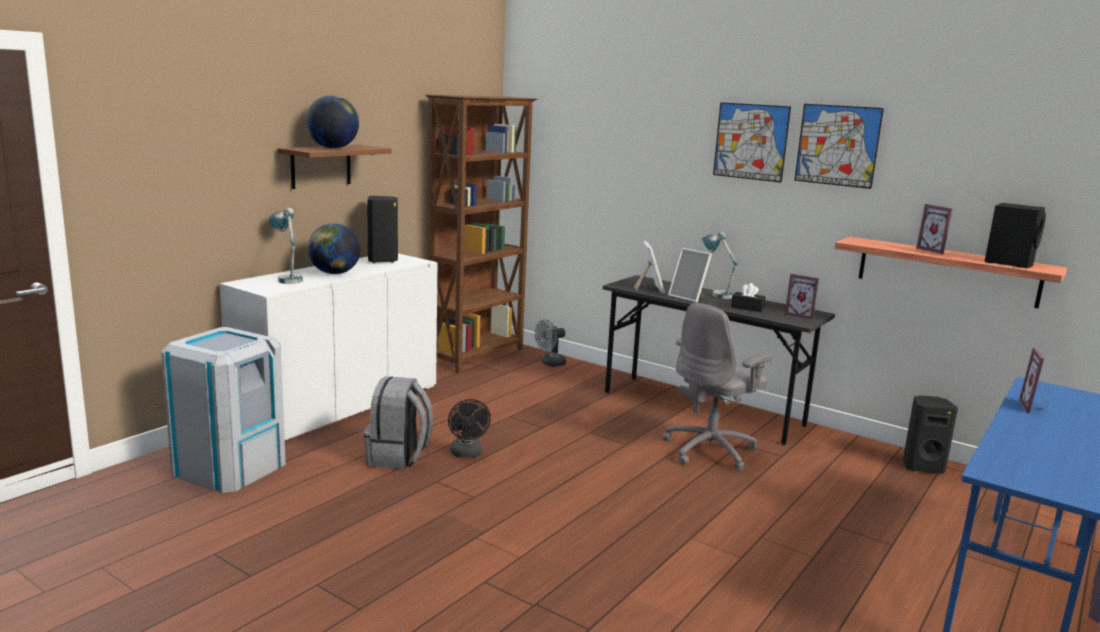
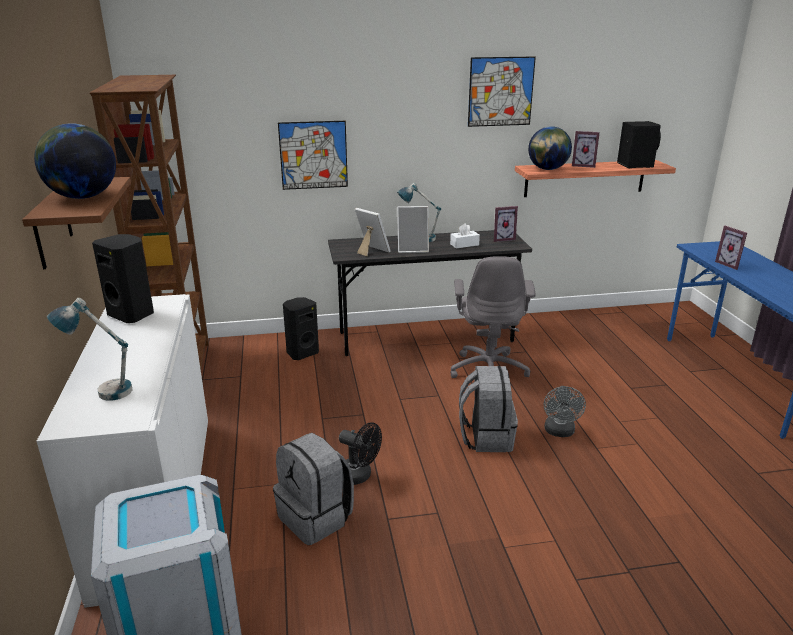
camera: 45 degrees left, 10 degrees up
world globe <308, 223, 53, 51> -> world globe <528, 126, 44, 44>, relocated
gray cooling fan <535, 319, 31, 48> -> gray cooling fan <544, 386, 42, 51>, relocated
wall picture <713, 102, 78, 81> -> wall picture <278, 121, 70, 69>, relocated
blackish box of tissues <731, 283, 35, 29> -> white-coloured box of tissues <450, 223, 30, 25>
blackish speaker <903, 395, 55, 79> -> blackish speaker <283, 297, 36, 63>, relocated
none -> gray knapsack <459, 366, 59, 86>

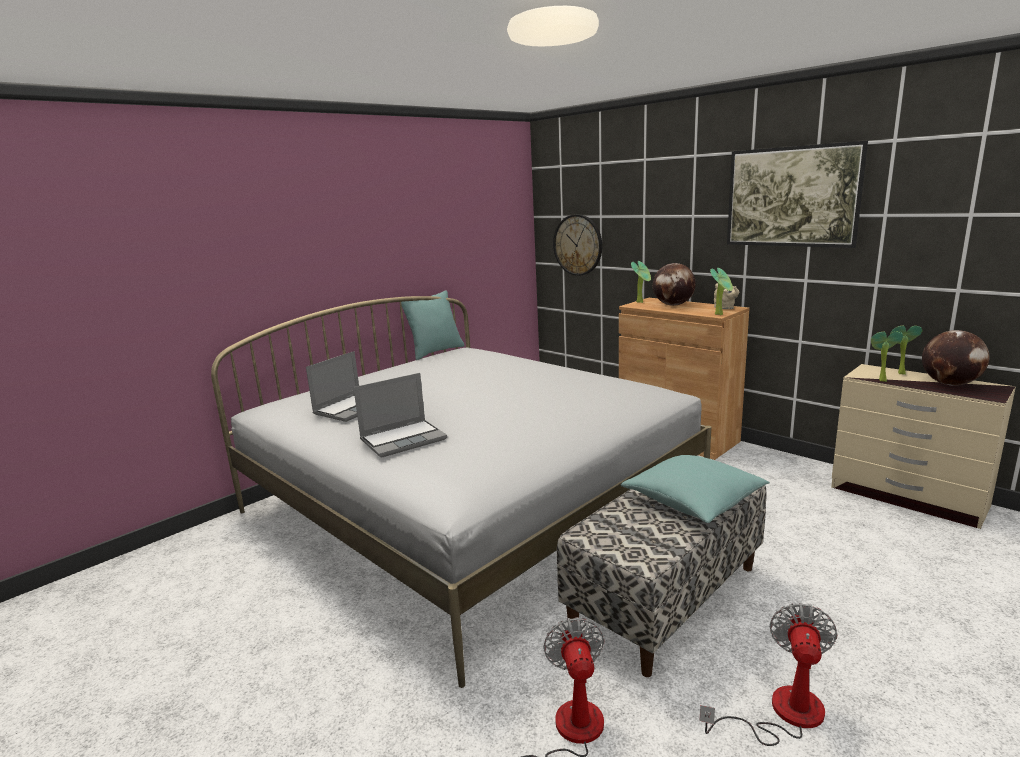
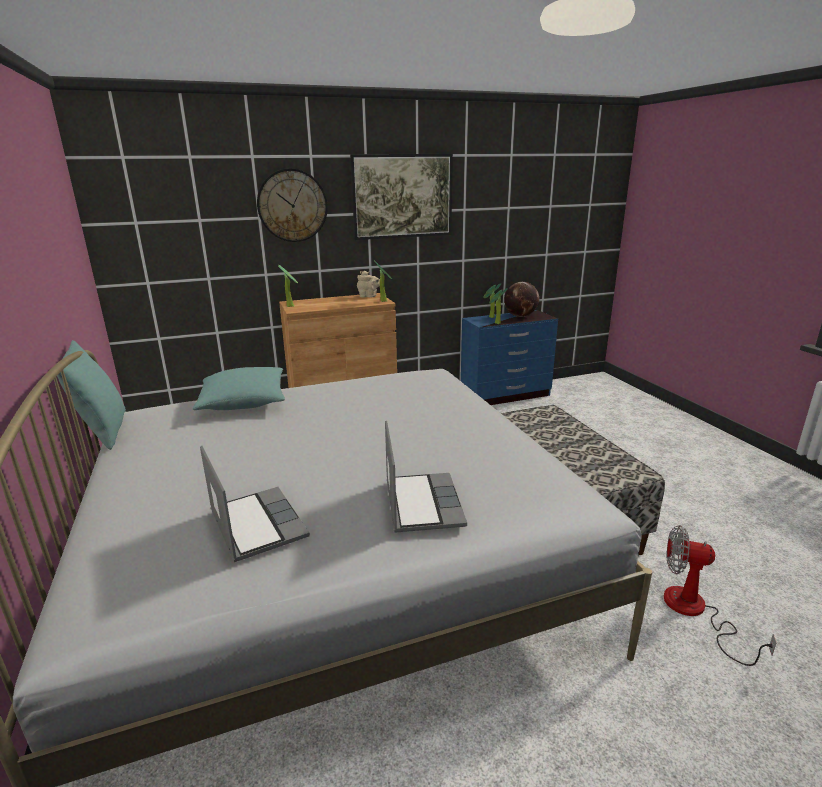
camera: 65 degrees left, 5 degrees up
clock on the wall <553, 214, 49, 62> -> clock on the wall <257, 168, 71, 74>, relocated
turquoise pillow <621, 455, 149, 68> -> turquoise pillow <193, 367, 92, 43>, relocated
world globe <653, 263, 43, 43> -> none
cooling fan <700, 603, 138, 143> -> none
beige drawer chest <831, 364, 185, 165> -> bluish drawer chest <461, 310, 97, 95>

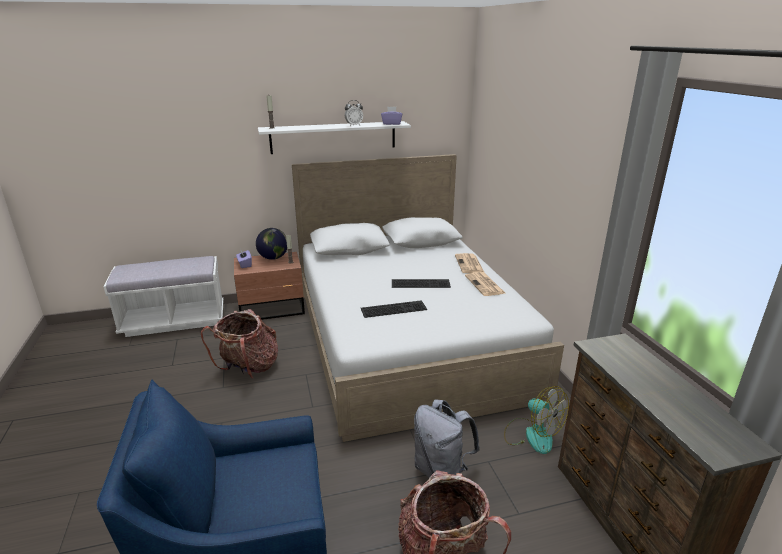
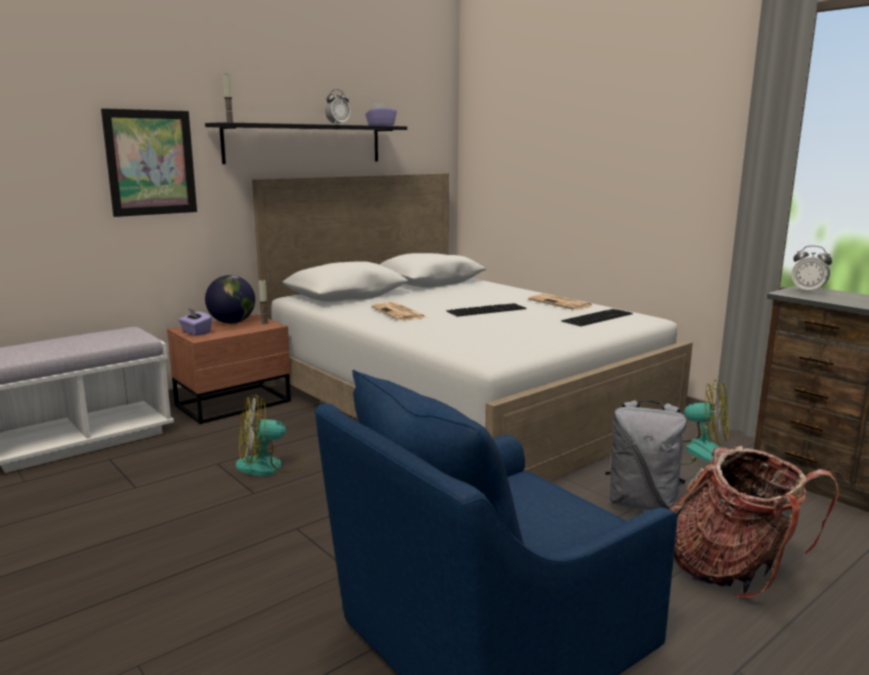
camera: 25 degrees left, 10 degrees down
knapsack <201, 309, 77, 70> -> cooling fan <236, 394, 70, 82>
white-coloured wall shelf <258, 121, 153, 33> -> blackish wall shelf <205, 122, 202, 42>
computer keyboard <361, 300, 66, 18> -> computer keyboard <561, 309, 72, 17>, relocated
printed paper <455, 253, 30, 20> -> printed paper <371, 302, 56, 19>, relocated
none -> wall picture <101, 108, 96, 109>
none -> bedside clock <791, 246, 41, 48>

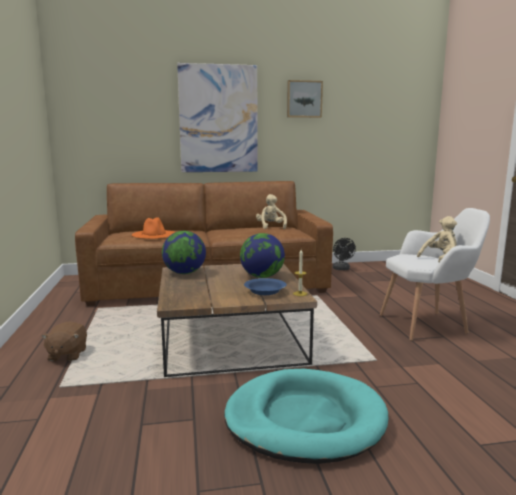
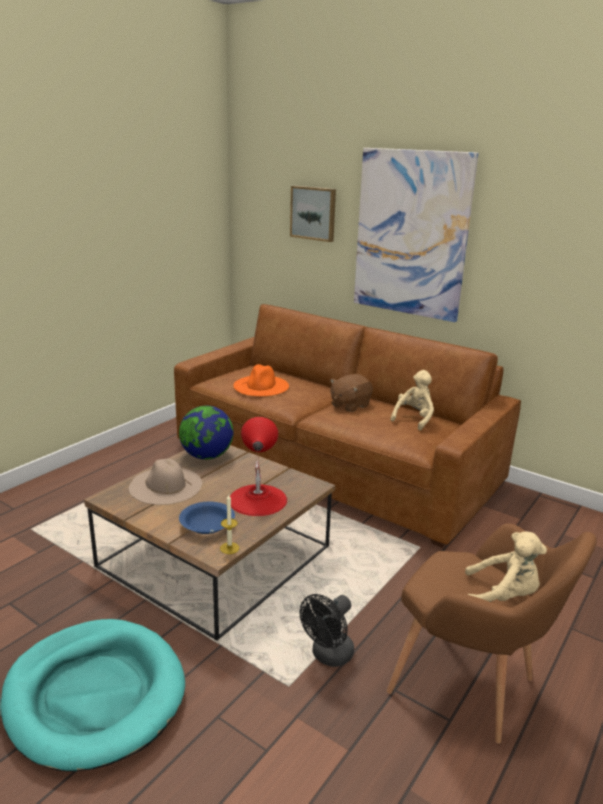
camera: 45 degrees right, 10 degrees up
brownish soft toy <41, 321, 46, 40> -> brownish soft toy <330, 374, 43, 38>, relocated
world globe <240, 233, 45, 45> -> red-coloured table lamp <230, 417, 57, 99>
wall picture <287, 80, 36, 38> -> wall picture <290, 186, 46, 56>, relocated
blackish cooling fan <333, 238, 23, 32> -> blackish cooling fan <300, 594, 54, 73>, relocated
white-coloured lounge chair <380, 208, 110, 133> -> brownish lounge chair <387, 524, 210, 219>
none -> beige wearable hat <129, 459, 73, 46>

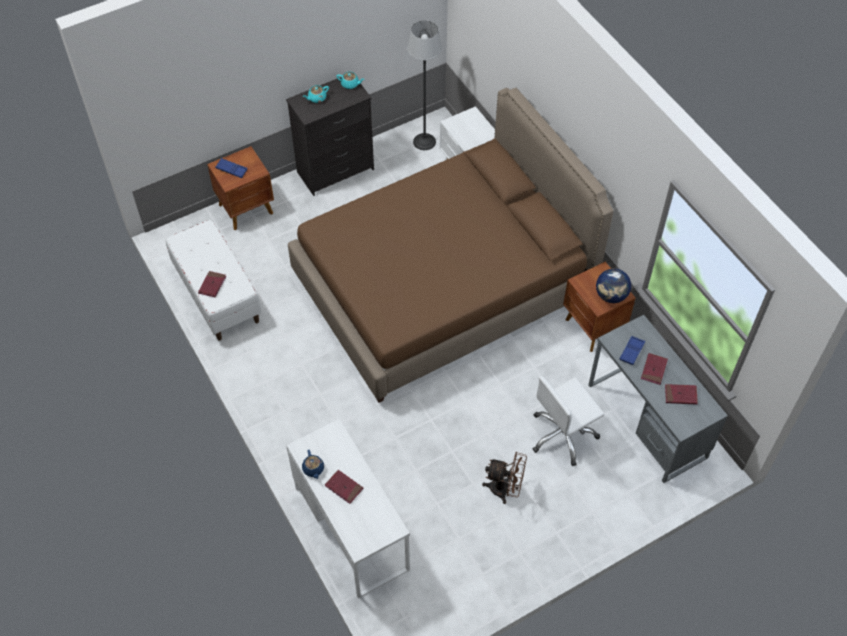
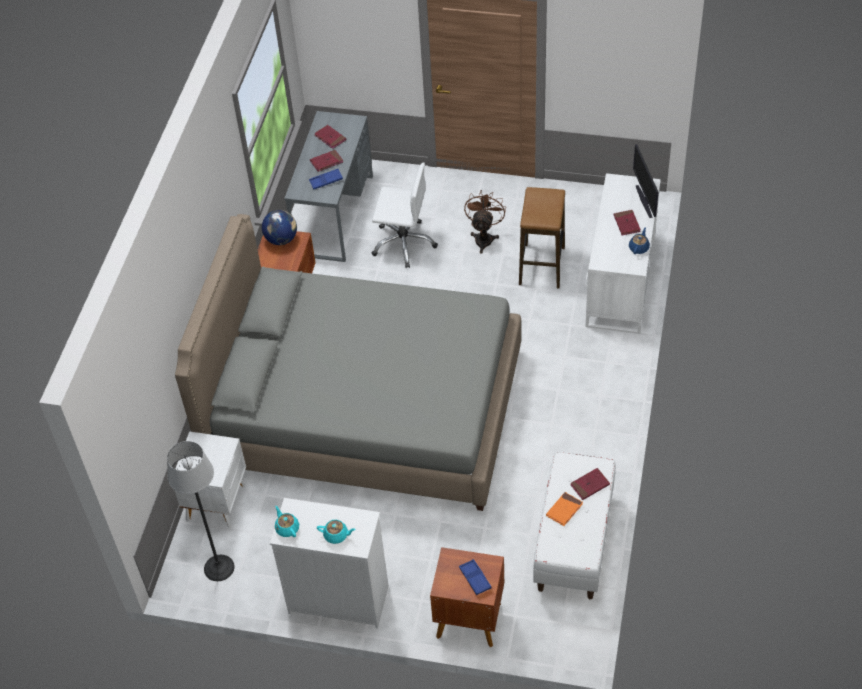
camera: 135 degrees left, 5 degrees down
blackish drawer chest <286, 77, 88, 119> -> white-coloured drawer chest <270, 498, 118, 131>
brownish bedroom bed <288, 88, 326, 315> -> gray bedroom bed <175, 214, 346, 297>
brownish cooling fan <482, 452, 45, 52> -> brownish cooling fan <464, 190, 42, 64>, 45 degrees clockwise
none -> sitting stool <519, 187, 46, 101>
none -> orange volume <546, 492, 37, 34>
none -> computer display <633, 144, 26, 74>

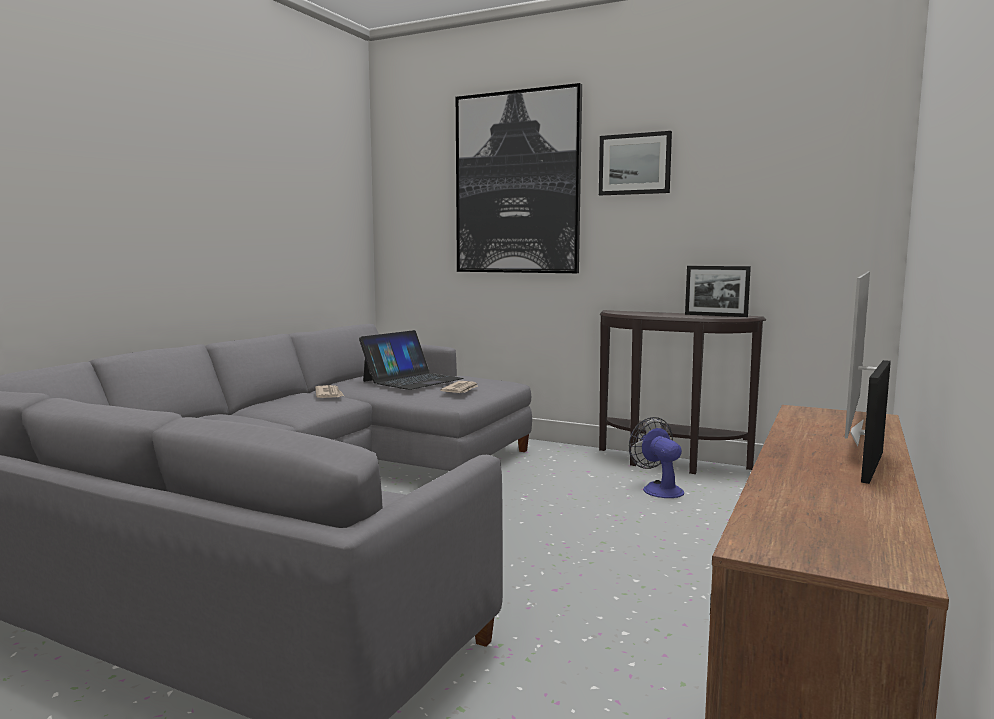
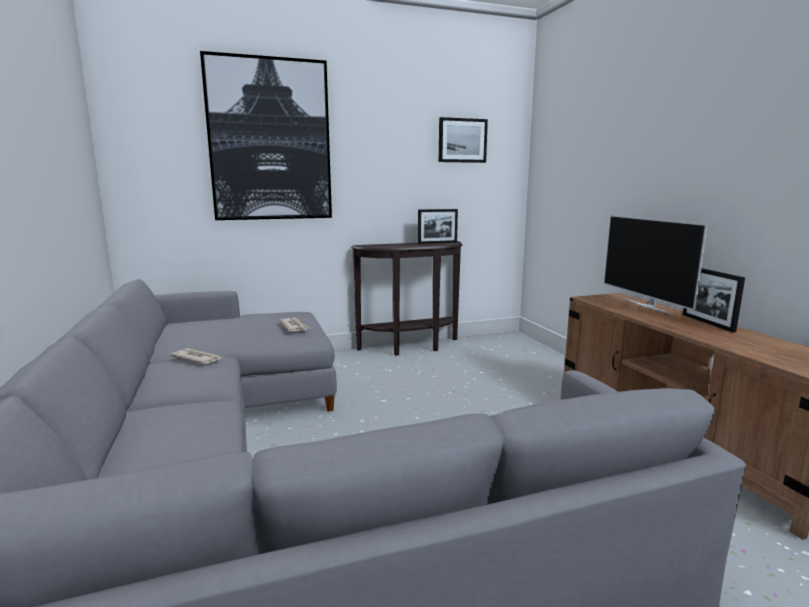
camera: 45 degrees left, 5 degrees up
laptop <359, 330, 105, 60> -> none
wall picture <599, 131, 73, 64> -> wall picture <439, 117, 49, 46>, relocated
cooling fan <629, 417, 55, 81> -> none

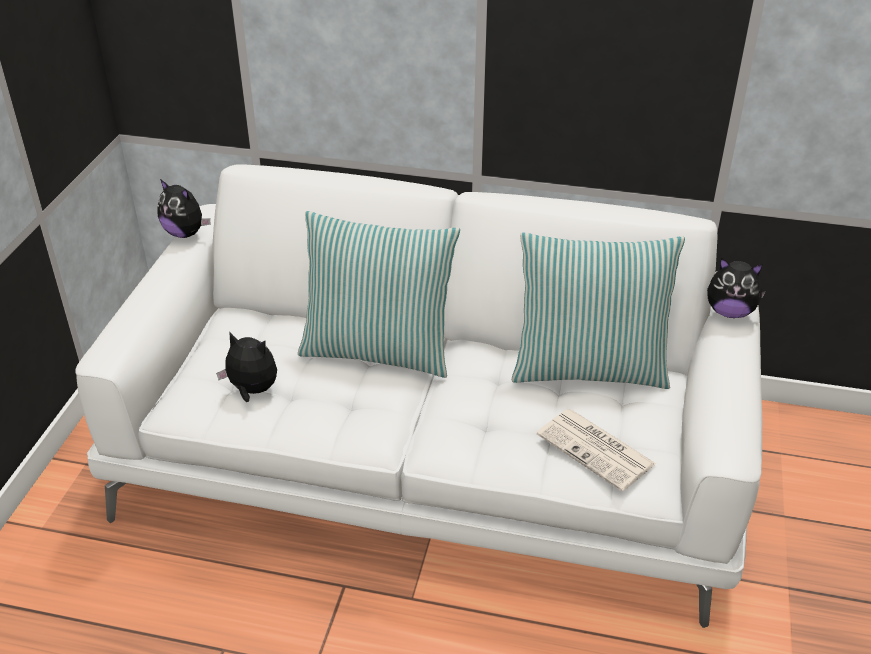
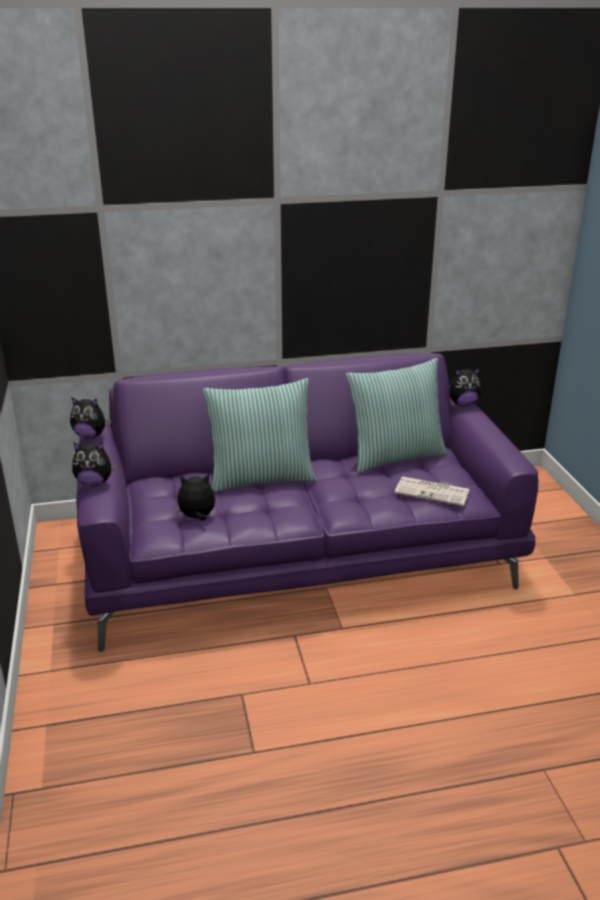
camera: 25 degrees left, 10 degrees down
white-coloured couch <75, 165, 687, 463> -> purple-coloured couch <76, 353, 462, 299>
none -> soft toy <72, 442, 45, 44>

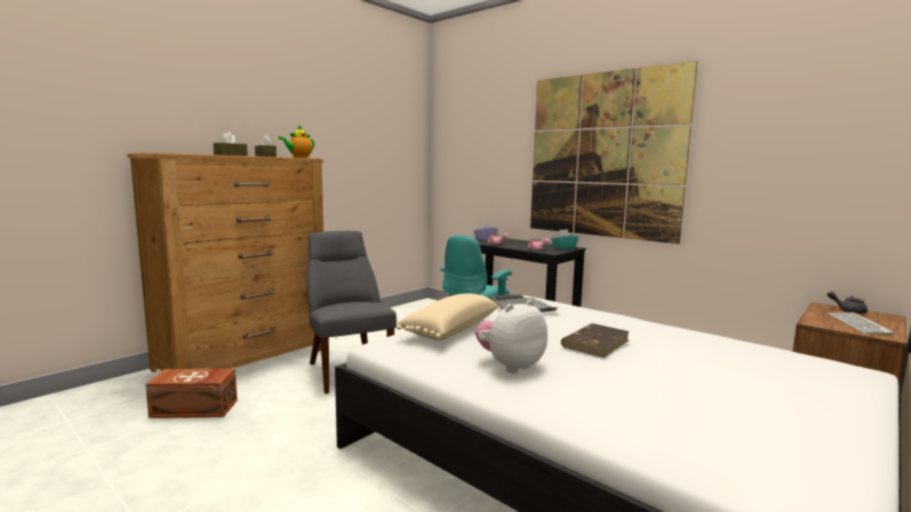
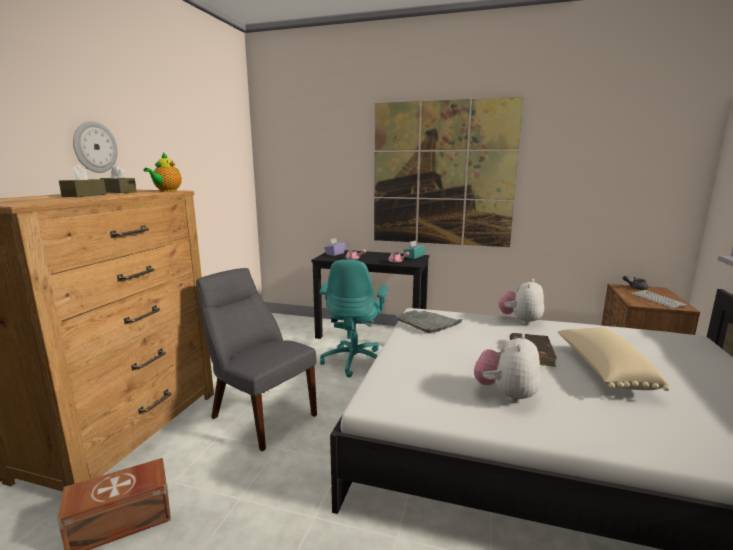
camera: 25 degrees left, 5 degrees up
beige pillow <396, 294, 102, 47> -> beige pillow <558, 328, 112, 63>, relocated
none -> clock on the wall <73, 121, 45, 52>
none -> soft toy <499, 279, 45, 46>

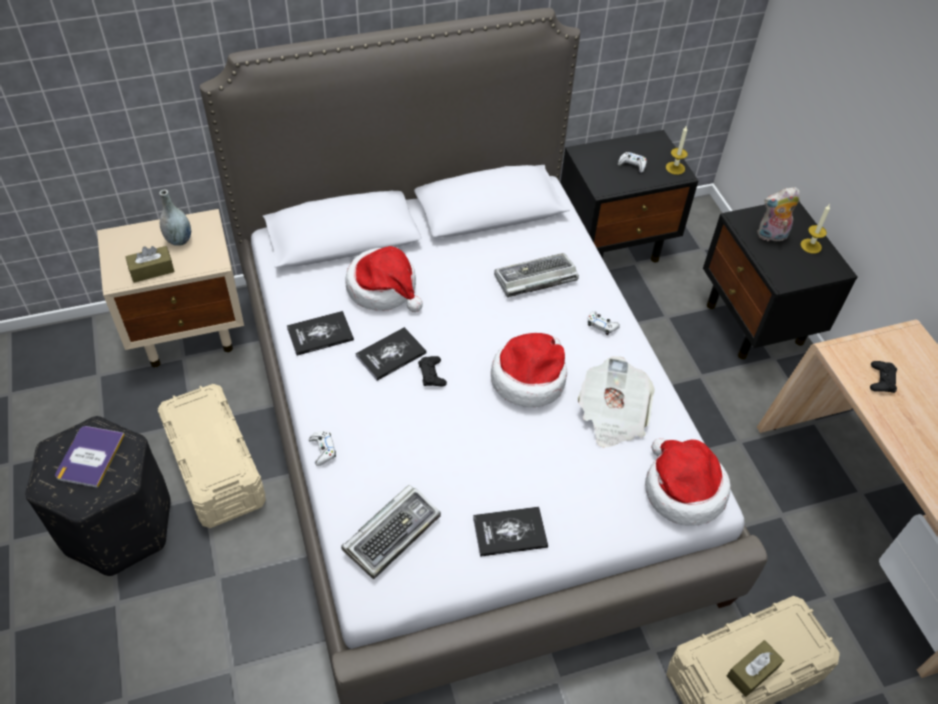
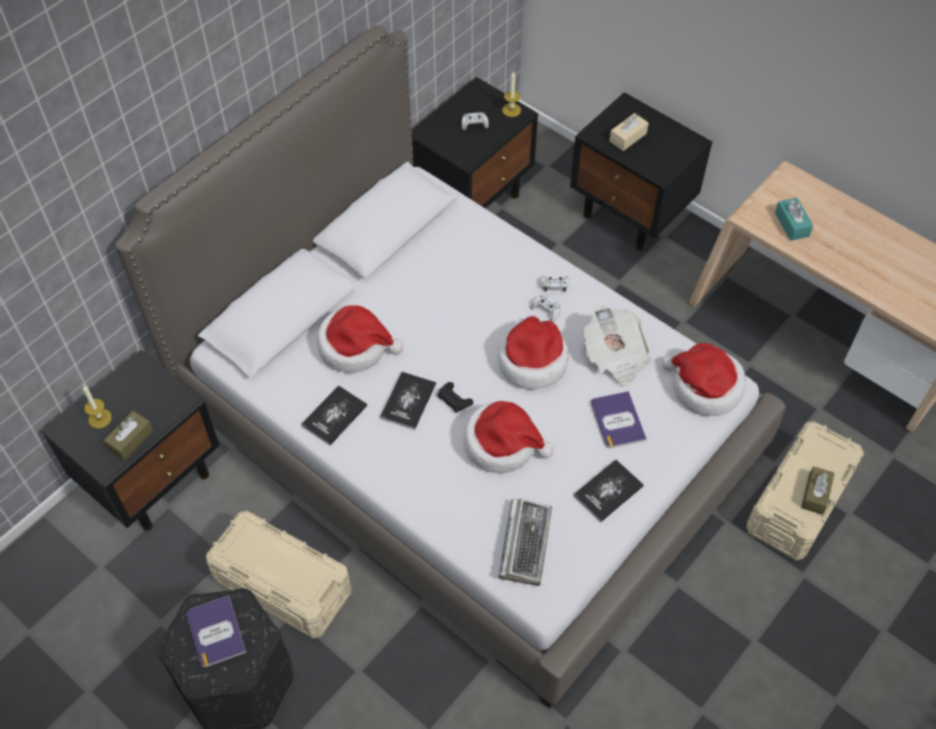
camera: 30 degrees left, 5 degrees up
beige bedside table <97, 209, 147, 158> -> blackish bedside table <41, 350, 179, 181>
gray flower vase <159, 190, 32, 56> -> none
white-coloured game controller <309, 431, 27, 35> -> white-coloured game controller <530, 295, 31, 27>, relocated
computer keyboard <494, 253, 85, 45> -> none
soft toy <757, 187, 43, 54> -> beige box of tissues <609, 113, 40, 38>
wax candle <800, 205, 30, 49> -> wax candle <83, 386, 29, 43>, relocated
blackish game controller <870, 361, 27, 32> -> turquoise box of tissues <775, 197, 39, 44>
none -> wearable hat <463, 401, 91, 72>
none -> volume <591, 391, 56, 57>

